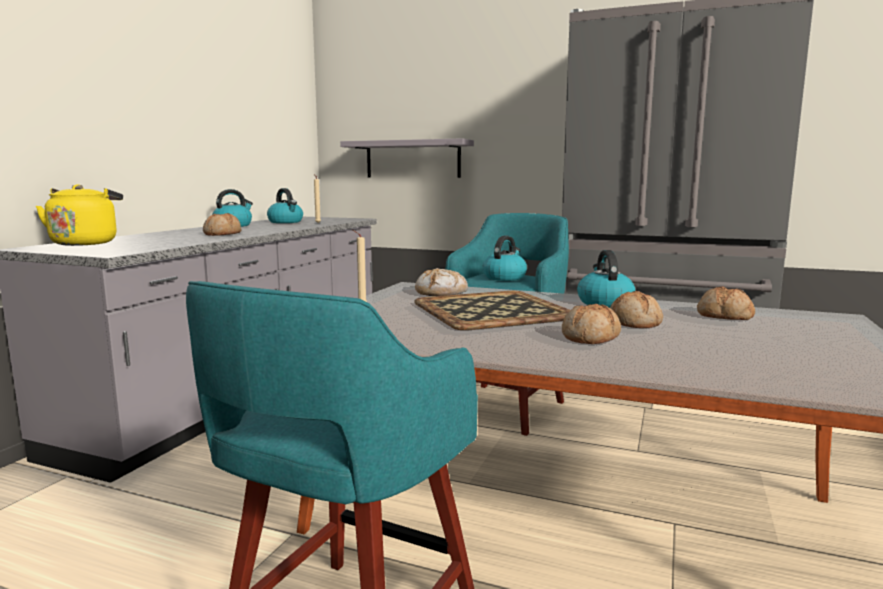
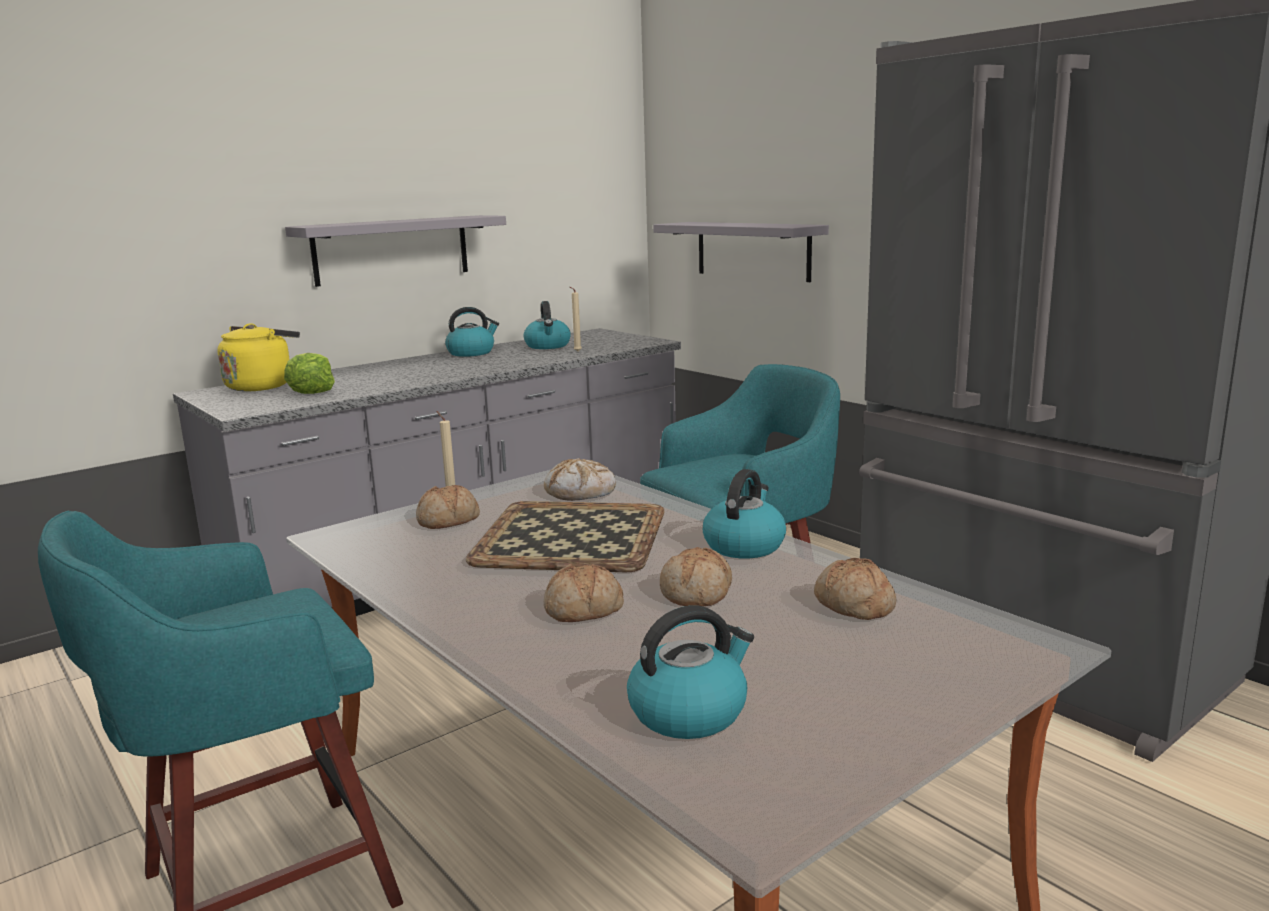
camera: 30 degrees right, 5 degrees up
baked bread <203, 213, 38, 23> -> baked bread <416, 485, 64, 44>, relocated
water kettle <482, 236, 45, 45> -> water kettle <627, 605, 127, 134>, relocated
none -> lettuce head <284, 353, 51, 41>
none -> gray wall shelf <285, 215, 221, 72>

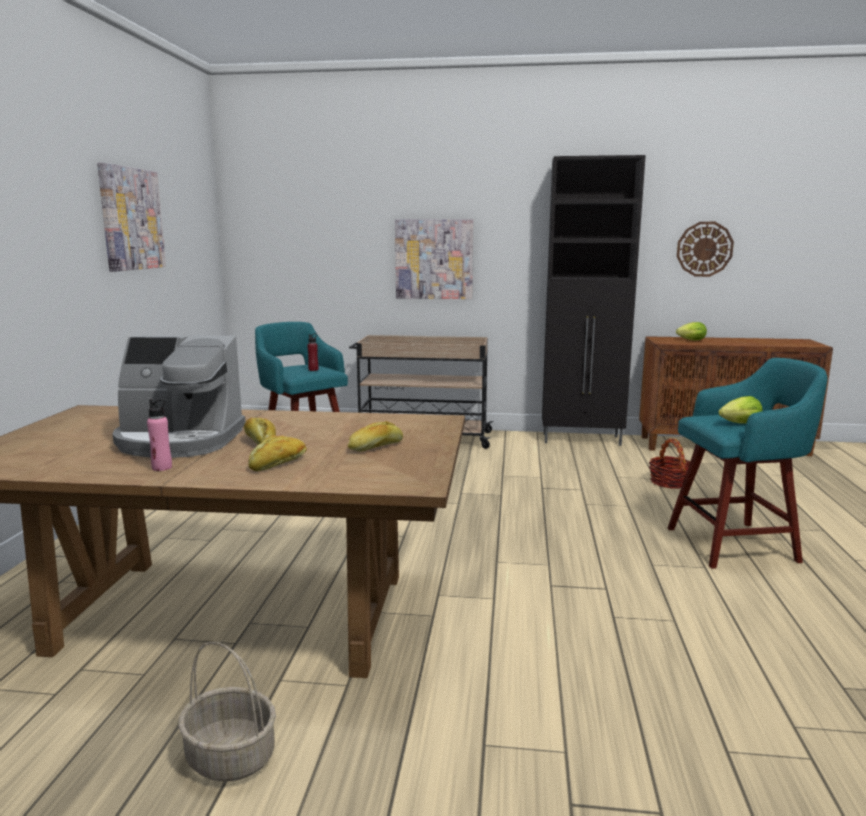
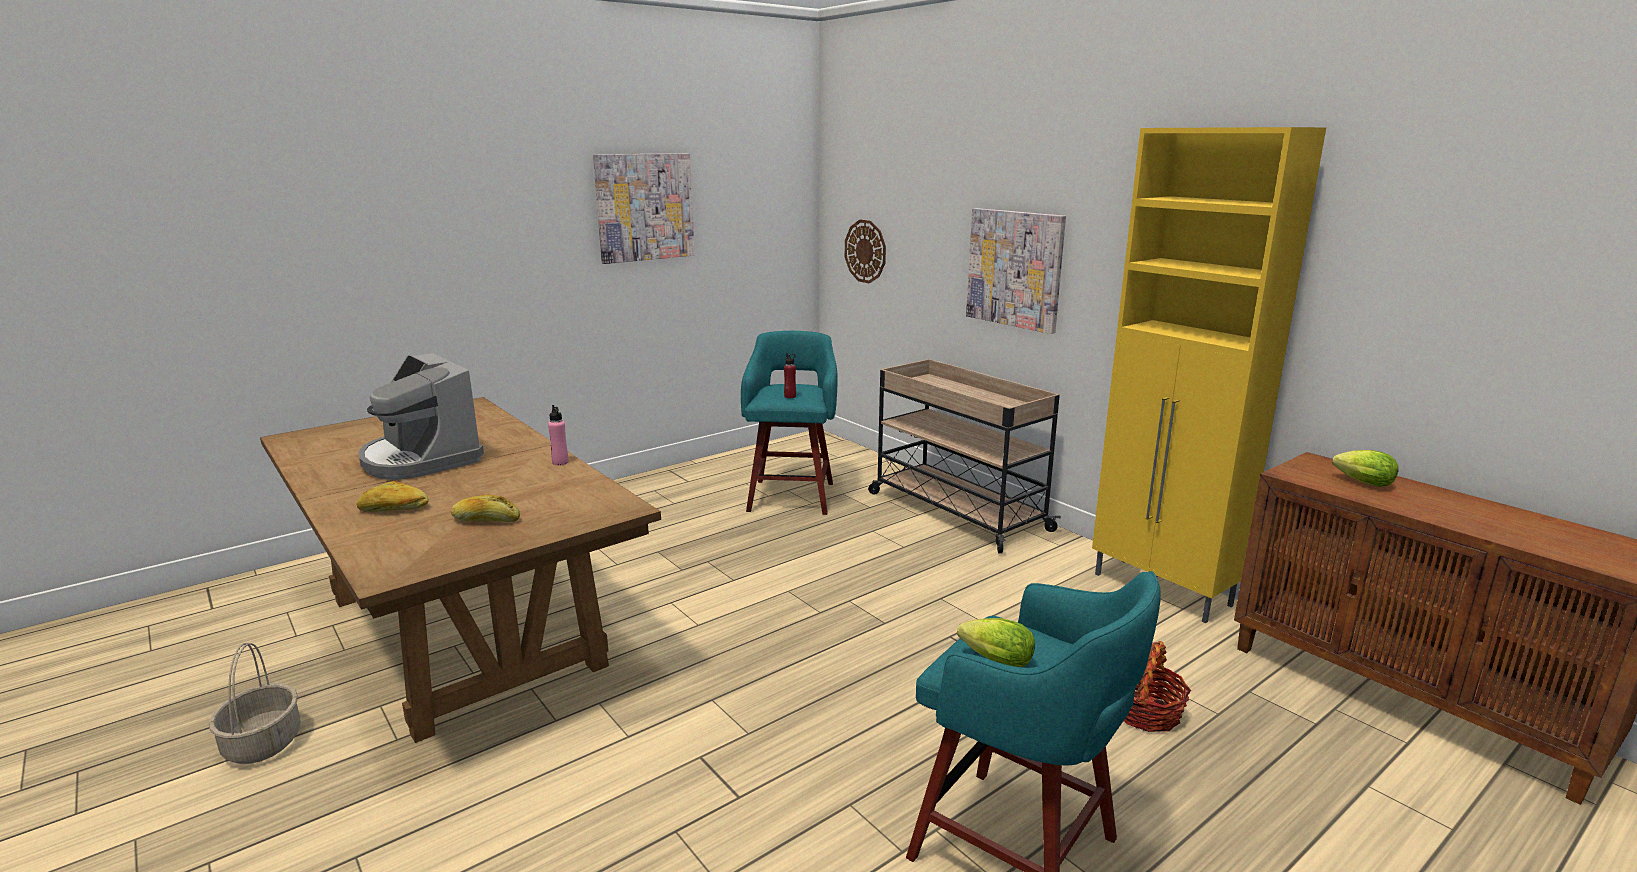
camera: 45 degrees right, 5 degrees up
pink-coloured drink bottle <147, 399, 25, 72> -> pink-coloured drink bottle <548, 405, 21, 60>, relocated
baked bread <244, 417, 32, 28> -> none
blackish storage cabinet <542, 155, 104, 291> -> yellow-coloured storage cabinet <1092, 127, 234, 496>
clock on the wall <677, 222, 57, 55> -> clock on the wall <845, 220, 41, 63>, relocated

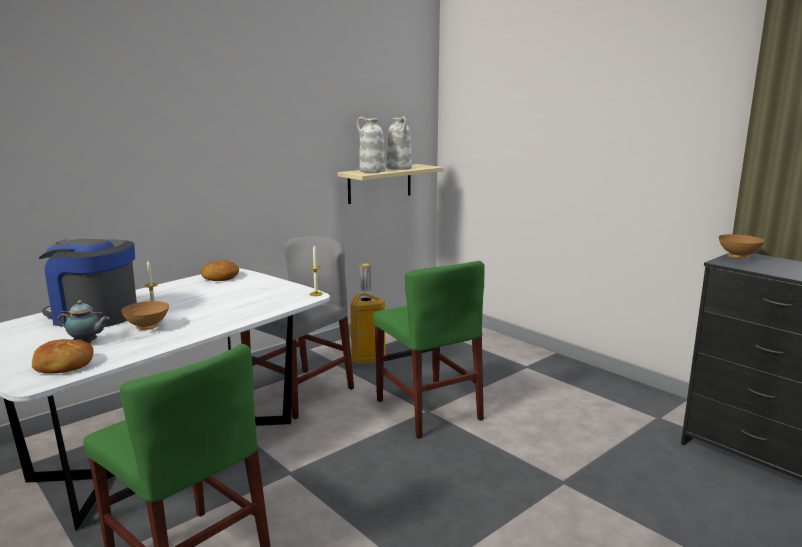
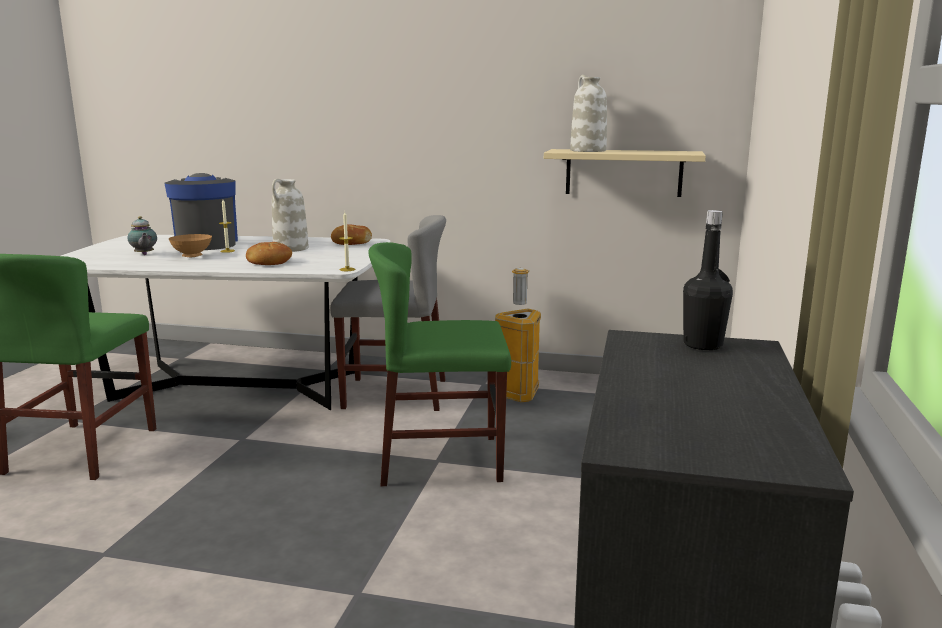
camera: 55 degrees right, 0 degrees up
baked bread <32, 339, 61, 35> -> baked bread <246, 242, 46, 23>, relocated
green chair <373, 261, 112, 178> -> green chair <368, 242, 143, 244>, 60 degrees clockwise
white-coloured flower vase <387, 116, 25, 54> -> white-coloured flower vase <272, 179, 37, 73>, relocated
brownish serving bowl <719, 234, 46, 25> -> blackish drink bottle <683, 210, 50, 140>

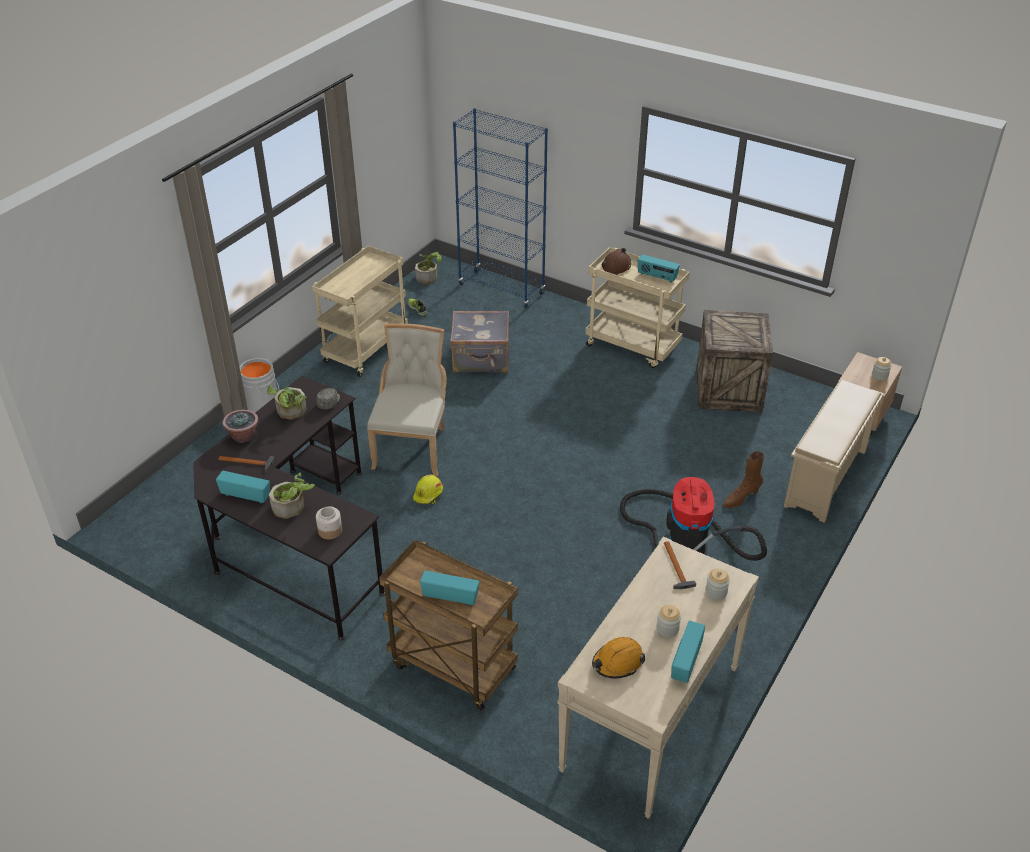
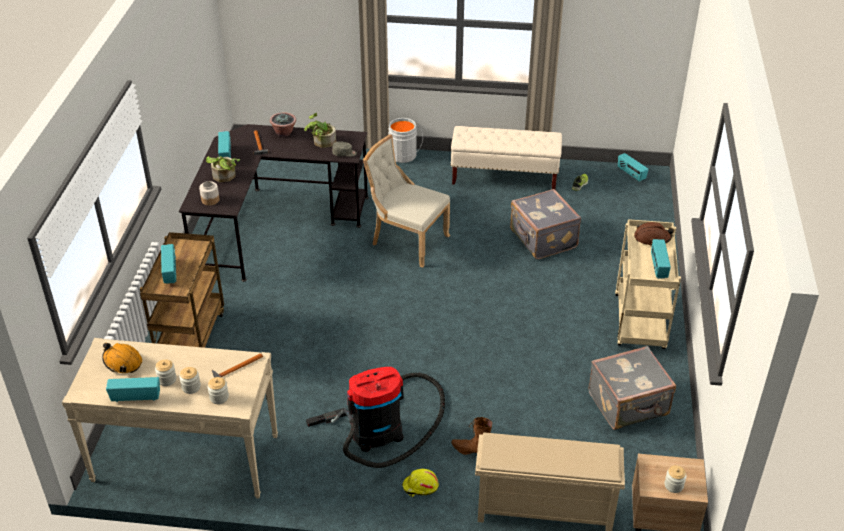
camera: 65 degrees right, 0 degrees up
beige wheeled cart <312, 246, 96, 131> -> beige indoor bench <451, 126, 111, 63>
beige chair <367, 324, 80, 152> -> beige chair <363, 134, 87, 134>, 135 degrees counterclockwise
yellow-coloured hard hat <413, 475, 30, 29> -> yellow-coloured hard hat <402, 469, 37, 28>, relocated
plant in a pot <415, 252, 27, 32> -> radio receiver <618, 153, 31, 29>
bluish bookcase <453, 108, 95, 200> -> none
crate <696, 310, 77, 102> -> gray piece of luggage <588, 346, 88, 84>
none -> preserve jar <179, 367, 22, 27>

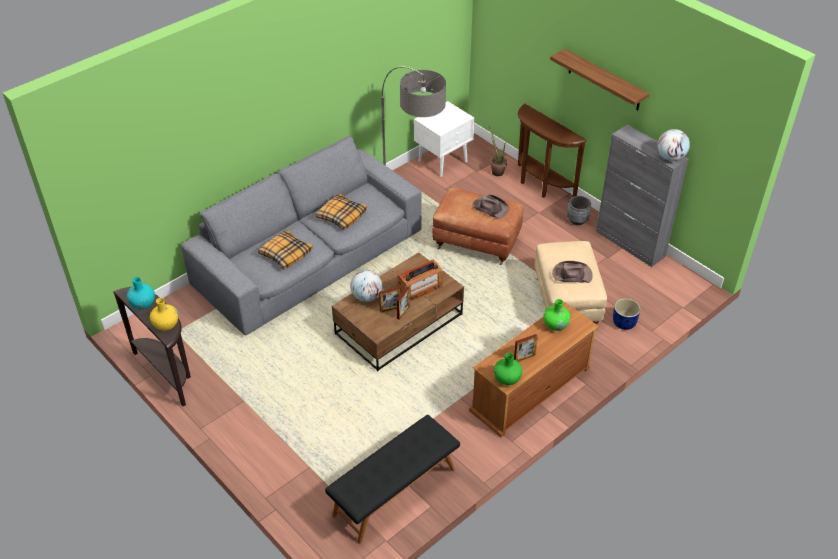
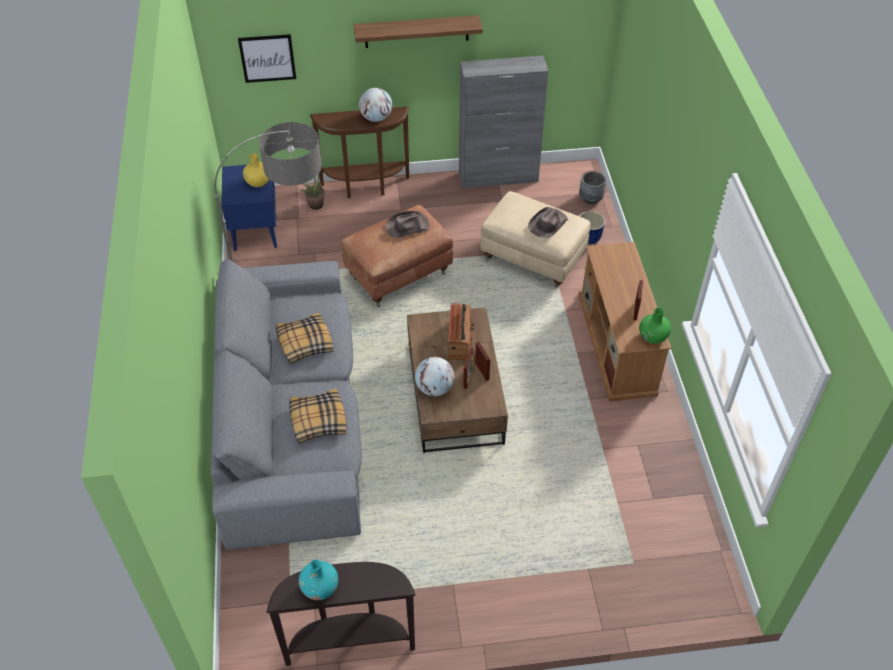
camera: 55 degrees left, 5 degrees up
yellow-coloured flower vase <150, 298, 28, 33> -> yellow-coloured flower vase <243, 153, 26, 34>, relocated
blackish indoor bench <325, 415, 135, 129> -> none
white-coloured bedside table <414, 101, 60, 76> -> bluish bedside table <221, 165, 56, 86>
green flower vase <543, 299, 28, 32> -> none
gray planter <567, 196, 24, 29> -> gray planter <579, 171, 27, 33>, relocated
world globe <657, 129, 33, 32> -> world globe <359, 88, 33, 34>, relocated
none -> wall picture <238, 34, 58, 49>

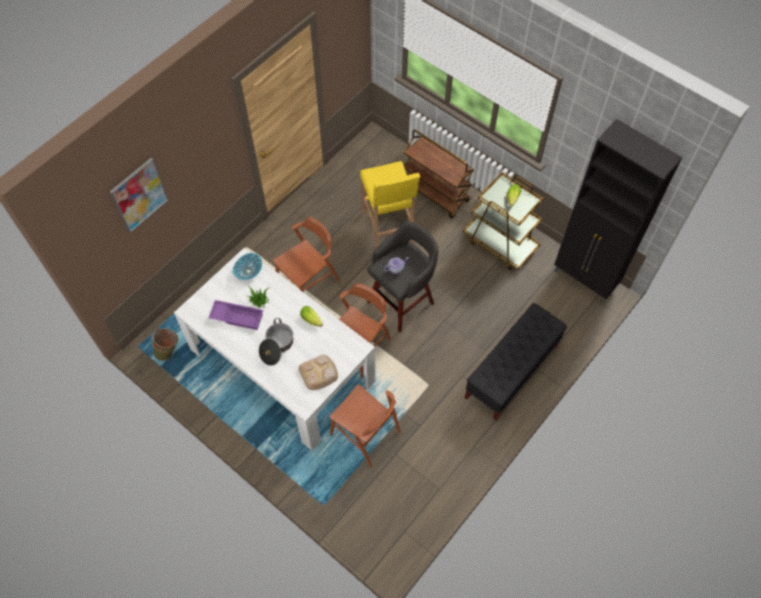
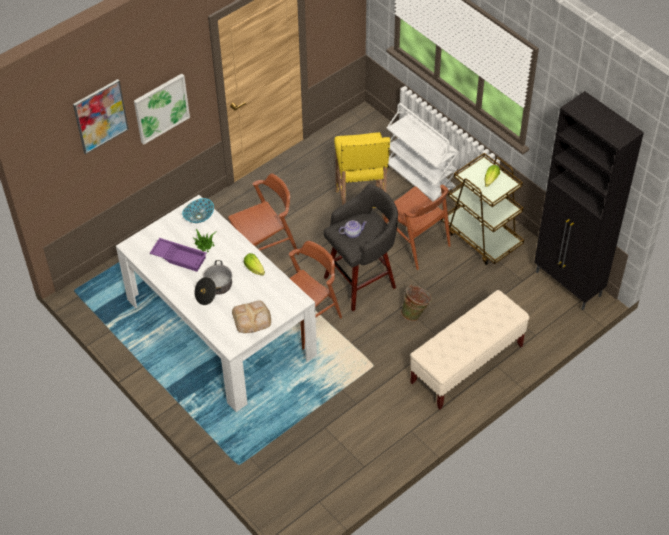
camera: 10 degrees right, 10 degrees down
green water bucket <151, 328, 27, 33> -> green water bucket <401, 284, 31, 37>, relocated
brownish chair <329, 384, 72, 83> -> brownish chair <384, 185, 67, 85>, relocated
brownish wheeled cart <404, 130, 70, 88> -> white-coloured wheeled cart <387, 103, 72, 99>
blackish indoor bench <465, 303, 102, 118> -> beige indoor bench <410, 290, 119, 120>
none -> wall picture <134, 74, 56, 71>

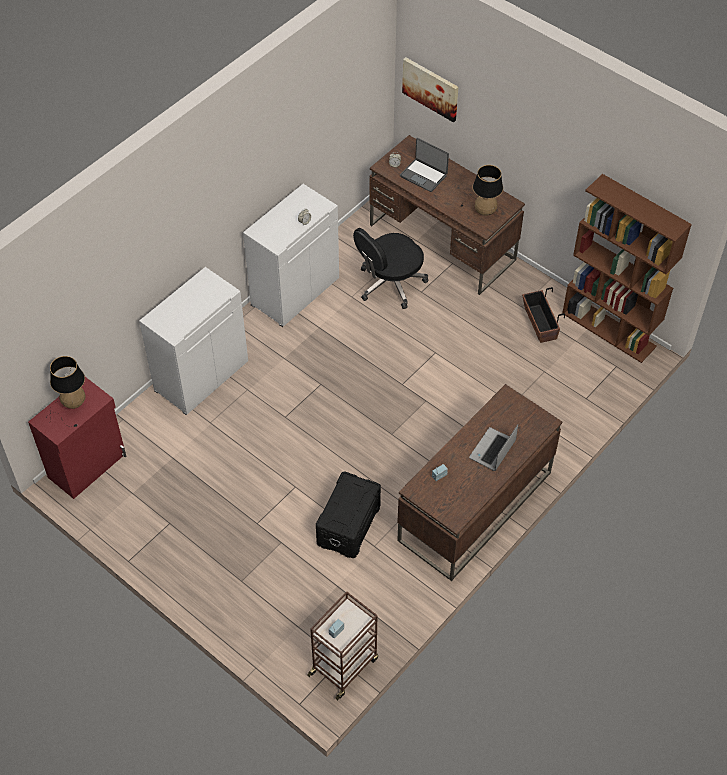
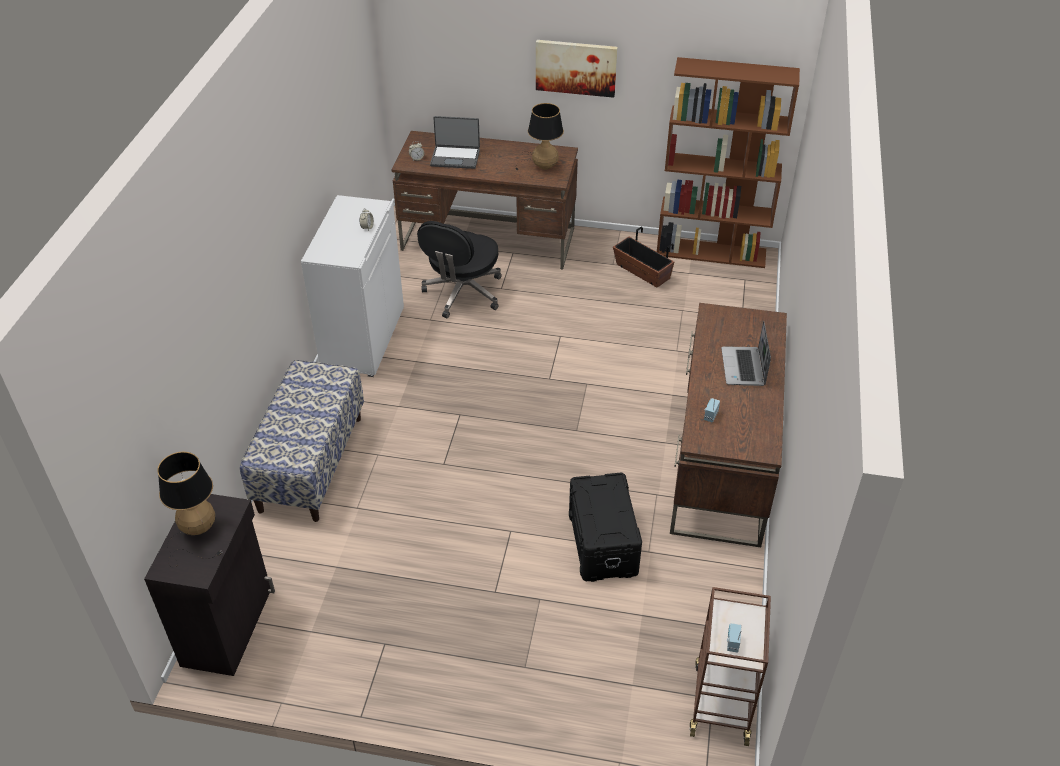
camera: 30 degrees left, 10 degrees down
red-coloured storage cabinet <28, 377, 98, 122> -> blackish storage cabinet <144, 494, 131, 182>
white-coloured storage cabinet <139, 267, 109, 148> -> indoor bench <240, 360, 124, 162>
wall picture <402, 57, 57, 65> -> wall picture <536, 40, 82, 58>, relocated

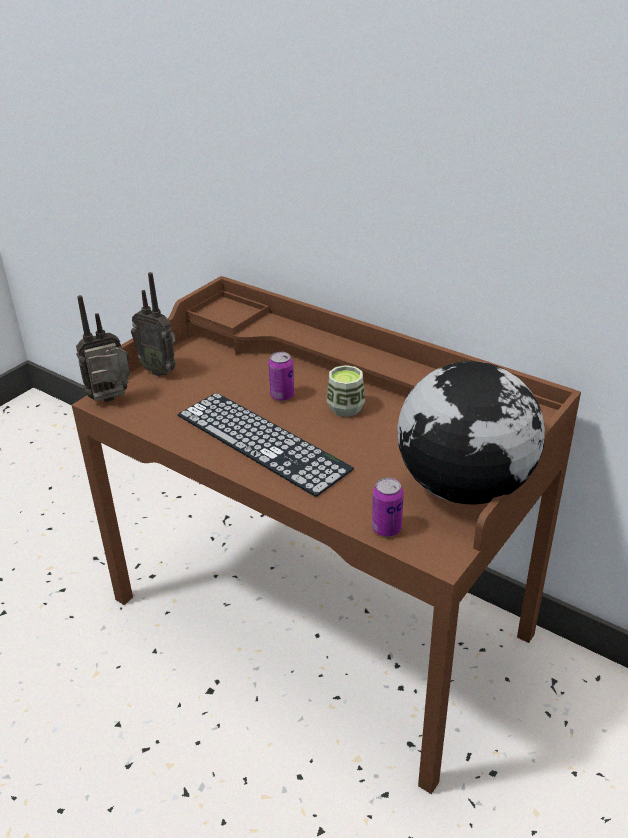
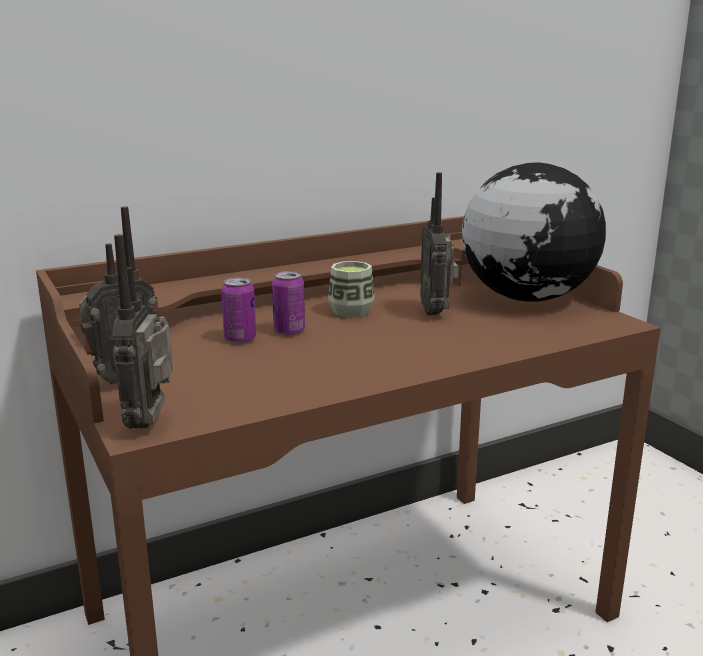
camera: 65 degrees left, 15 degrees down
computer keyboard <178, 393, 176, 104> -> none
sealed can <372, 477, 32, 60> -> sealed can <221, 277, 35, 66>, relocated
none -> radio receiver <420, 172, 39, 143>

